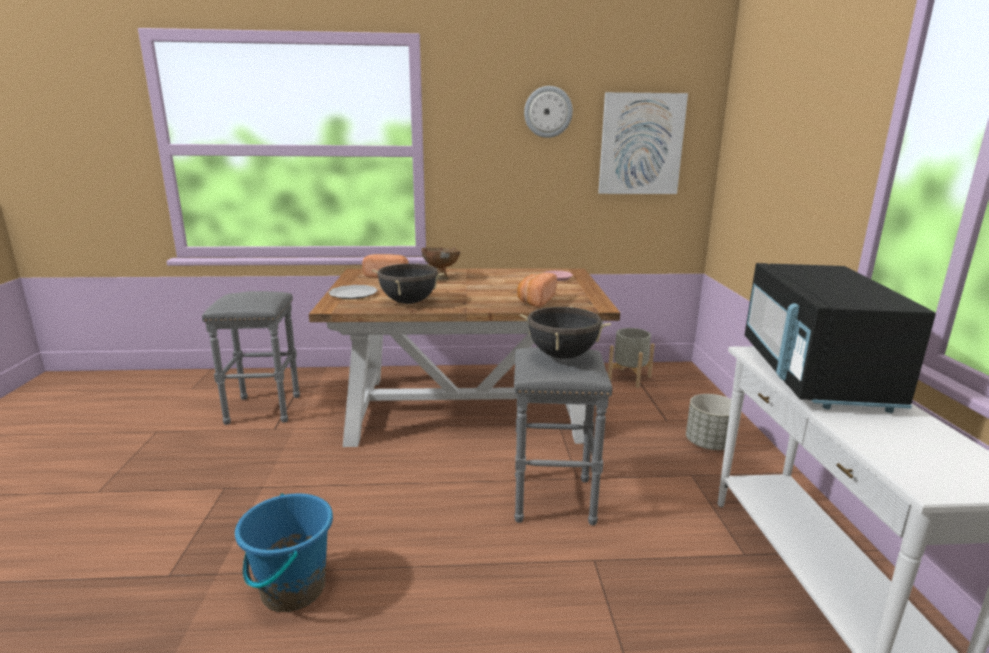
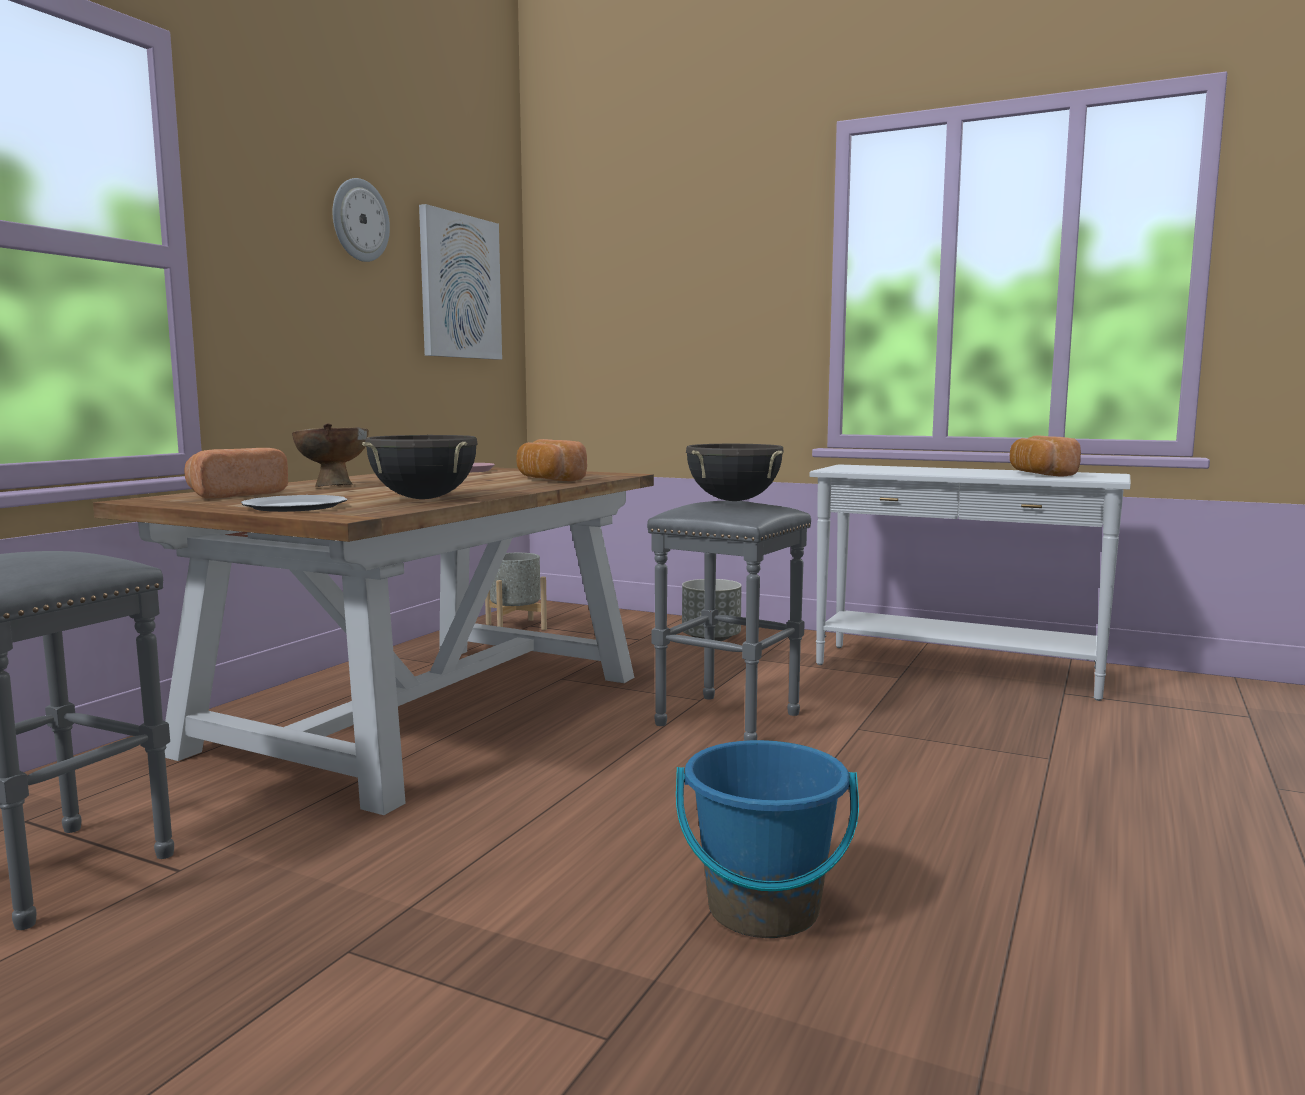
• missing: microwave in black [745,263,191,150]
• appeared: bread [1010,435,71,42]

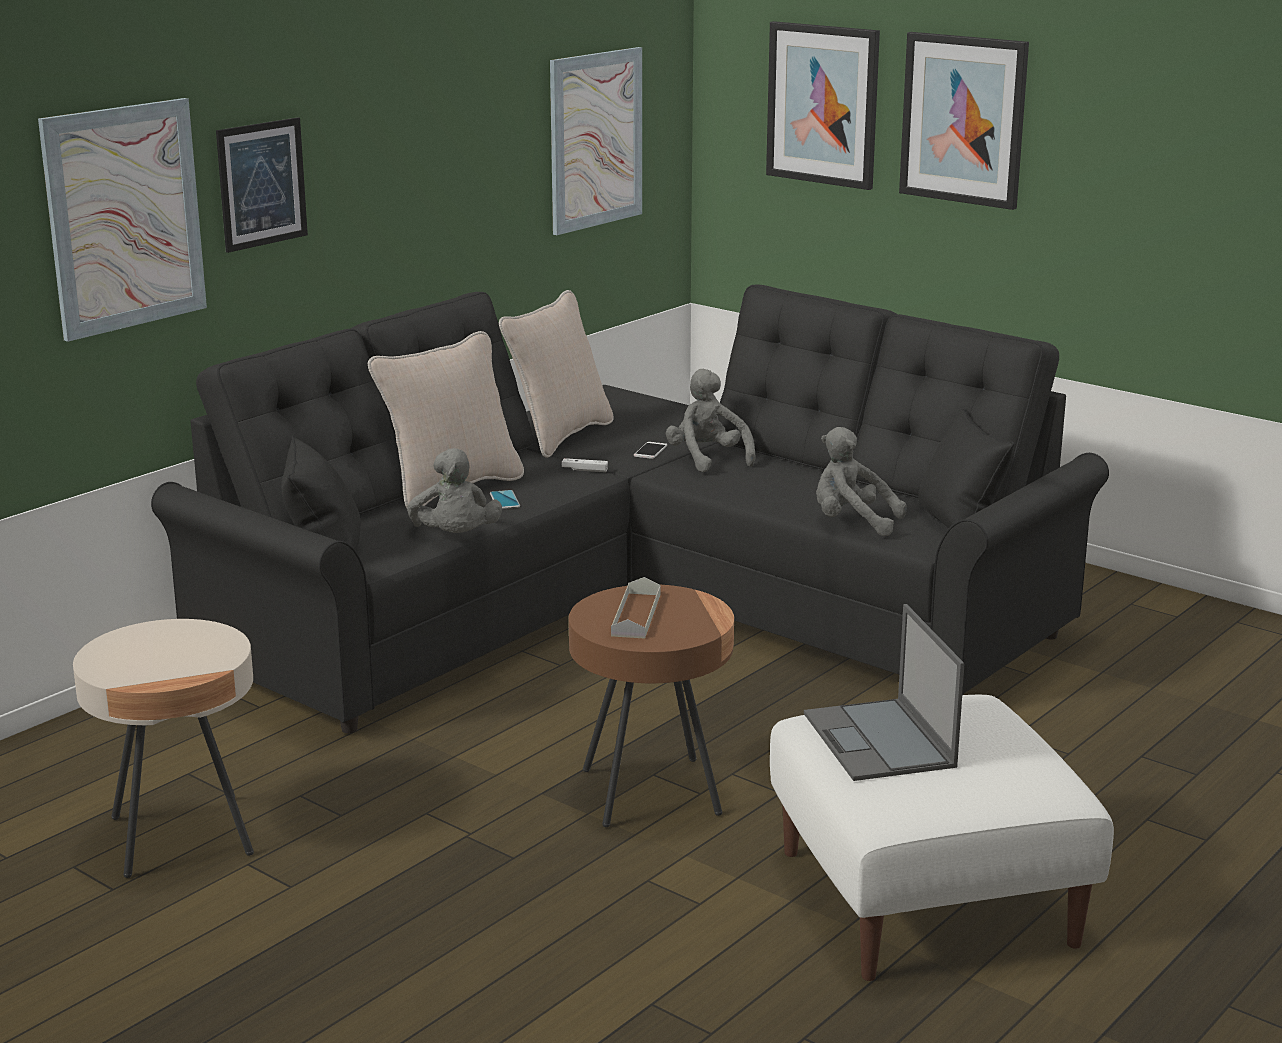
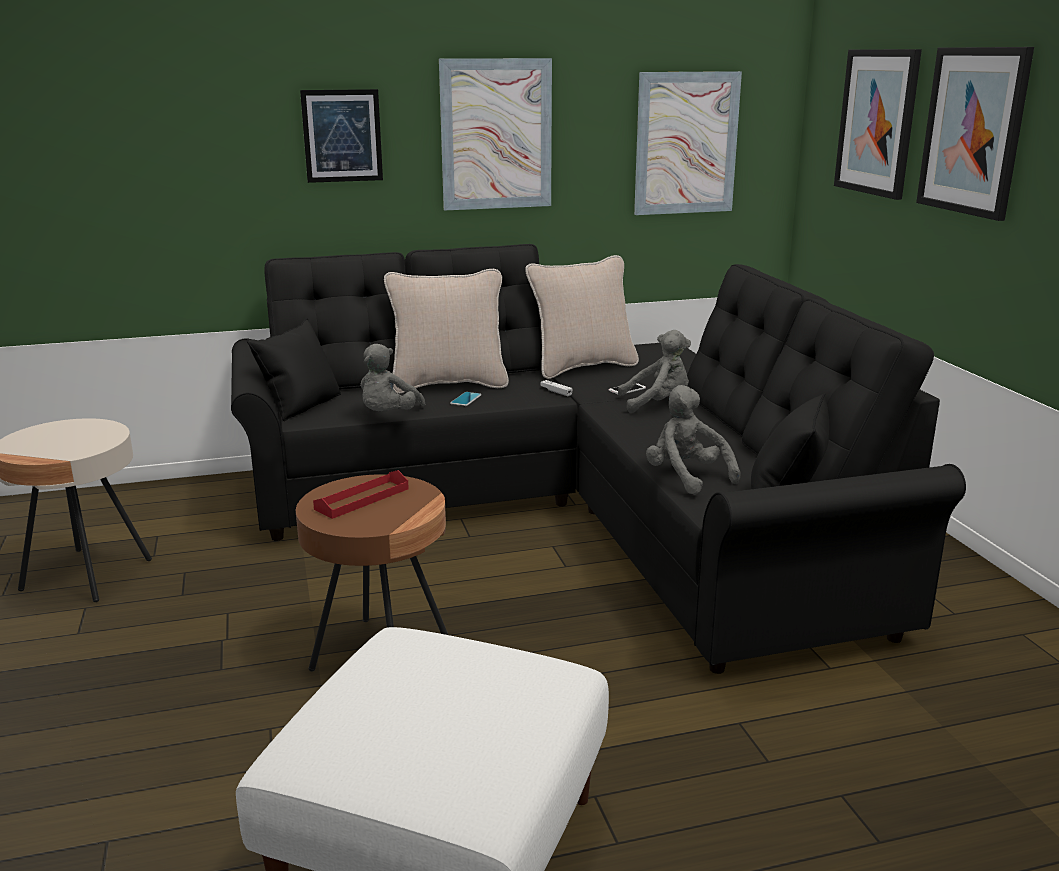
• relocated: picture [38,98,169,244] to [439,58,113,152]
• spun: plush toy in grey [666,369,90,103] = [618,330,73,83] 75 degrees clockwise
• colour: tray in grey [611,577,49,62] to tray in red [313,470,96,49]
• missing: laptop [804,604,161,177]

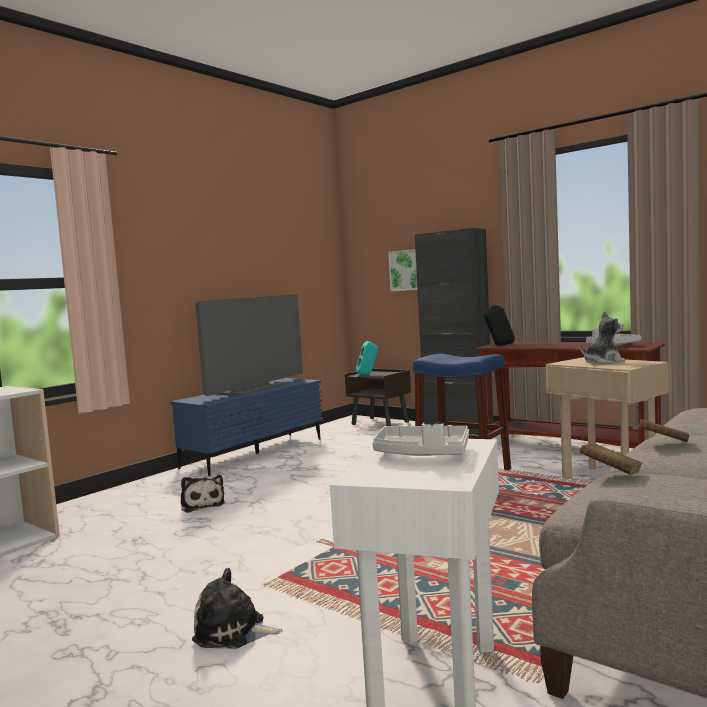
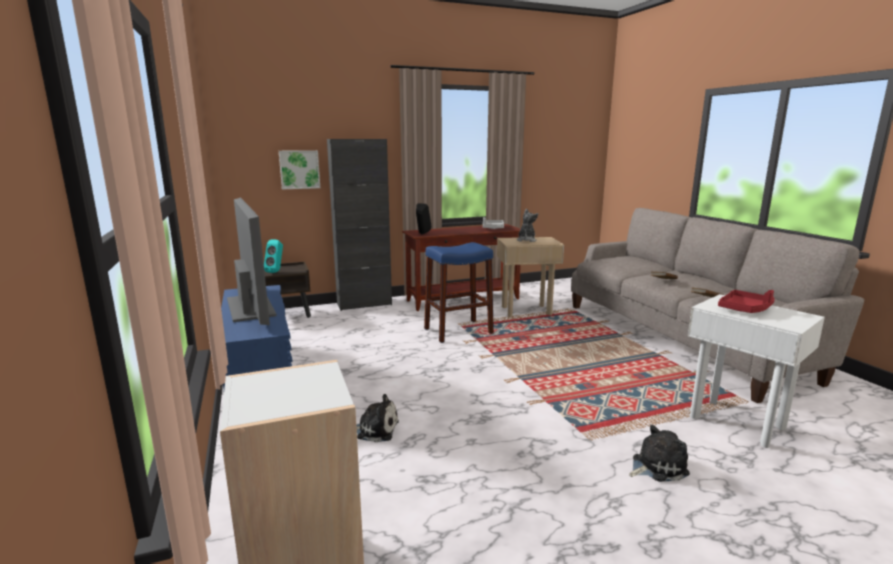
• colour: tray in grey [373,424,96,32] to tray in red [718,290,57,23]
• spun: plush toy [192,568,91,81] = [629,425,61,57] 150 degrees counterclockwise

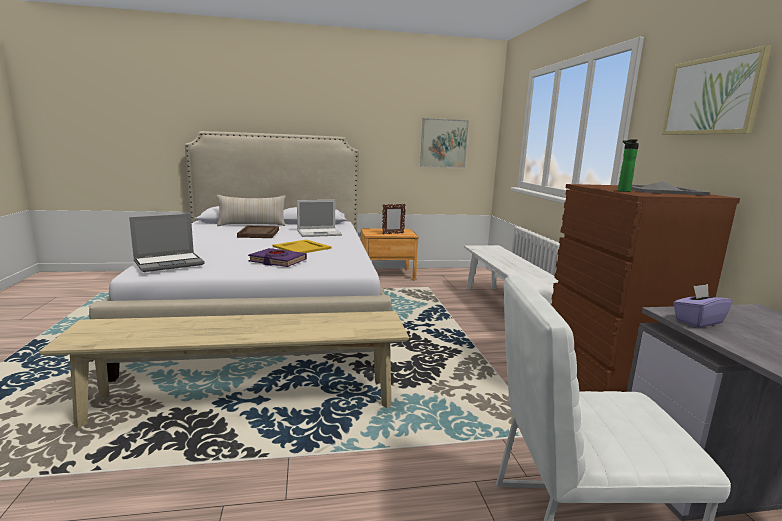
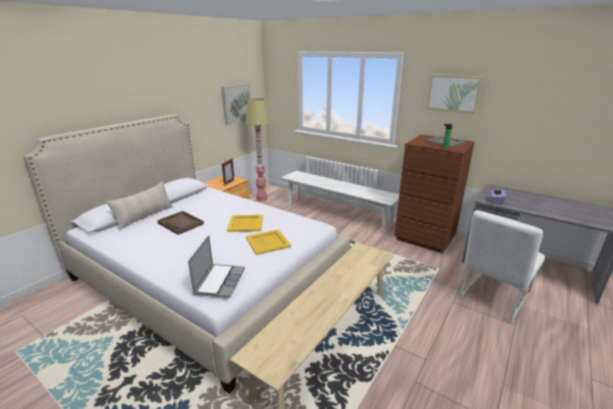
• missing: laptop [297,200,45,37]
• exchanged: book in purple [248,248,59,19] to tray in yellow [246,229,45,26]
• appeared: floor lamp [246,98,23,104]

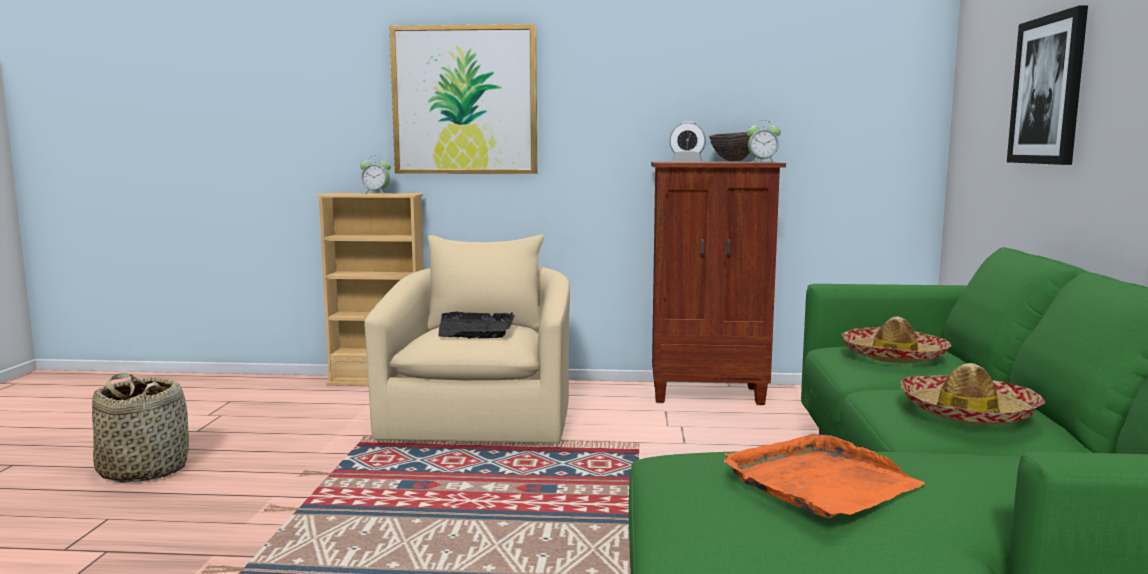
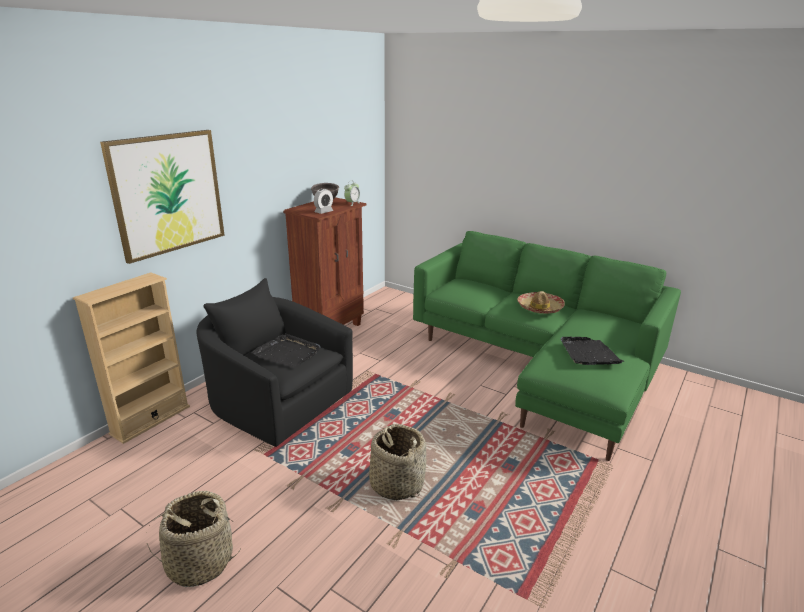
• missing: picture [1007,5,81,160]
• missing: alarm clock [360,155,31,39]
• colour: armchair in beige [364,235,206,208] to armchair in black [196,278,157,169]
• missing: hat [841,316,110,47]
• colour: tray in orange [724,434,201,85] to tray in black [560,337,64,28]
• appeared: basket [369,424,57,76]

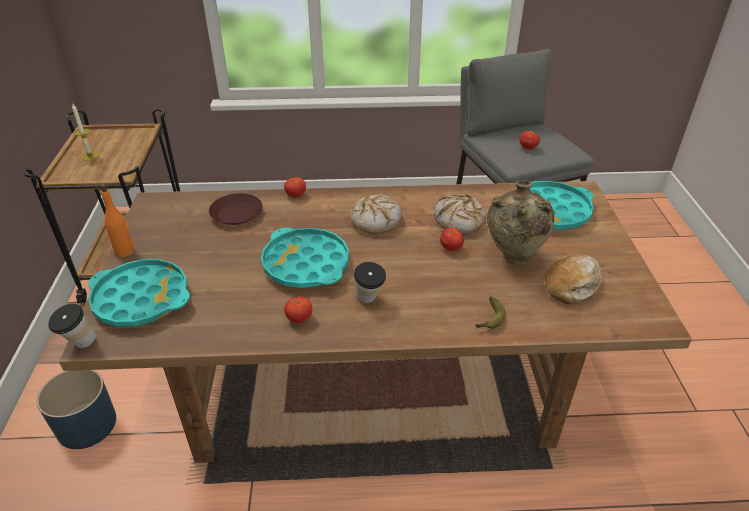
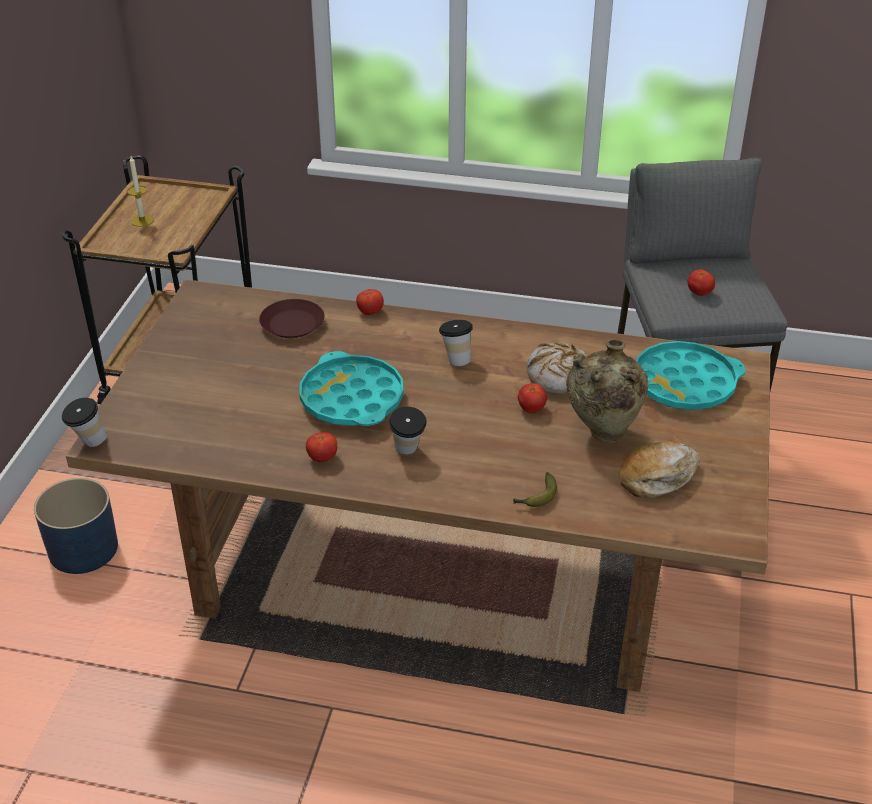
• missing: bottle in orange [100,183,34,74]
• exchanged: bread [350,194,52,40] to cup [439,320,34,46]
• missing: tray in turquoise [88,259,102,68]

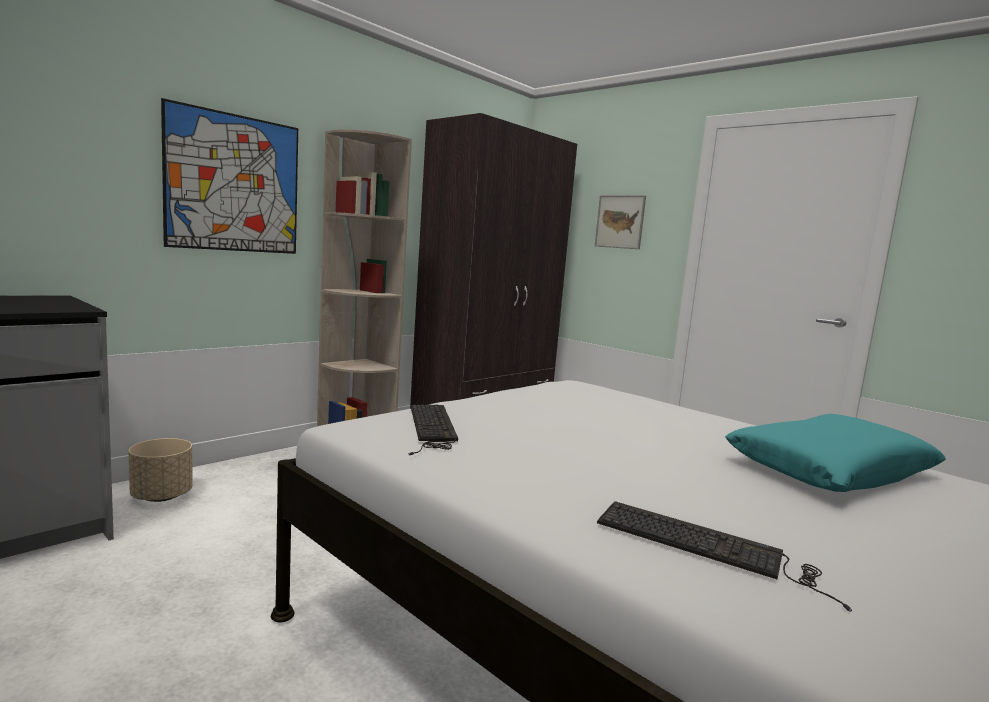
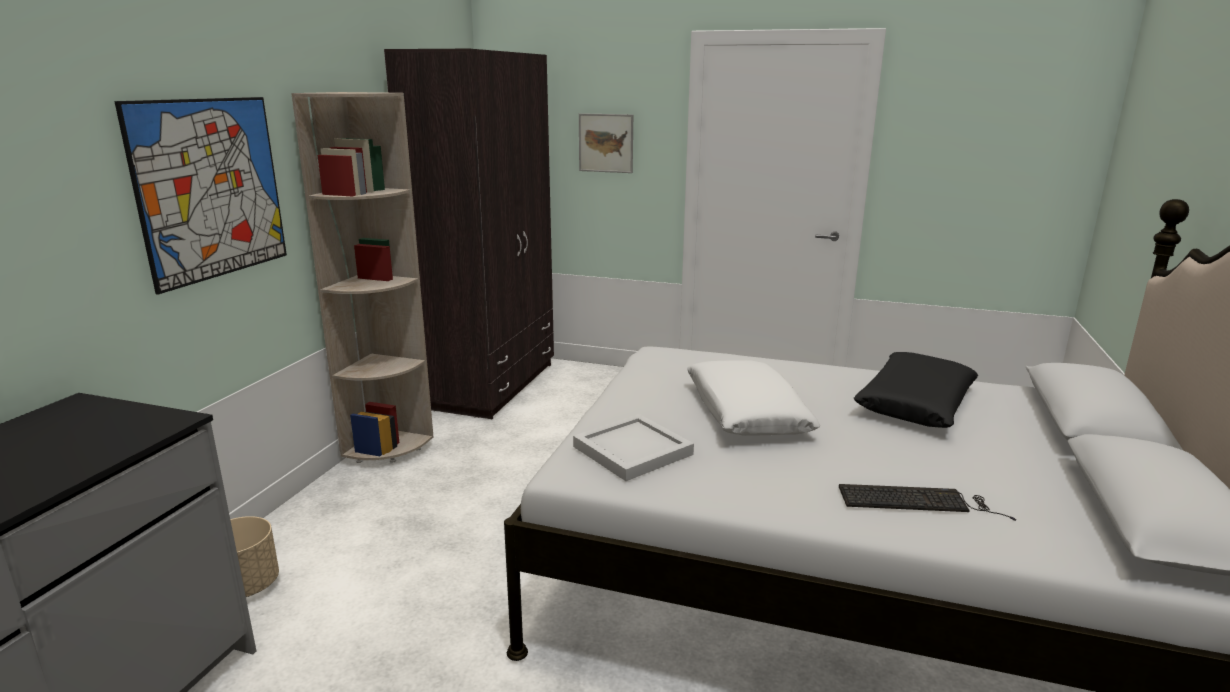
• exchanged: keyboard [409,405,49,50] to tray in white [573,414,121,67]
• colour: pillow in turquoise [725,414,221,78] to pillow in black [854,352,124,76]
• appeared: pillow in white [687,360,133,76]

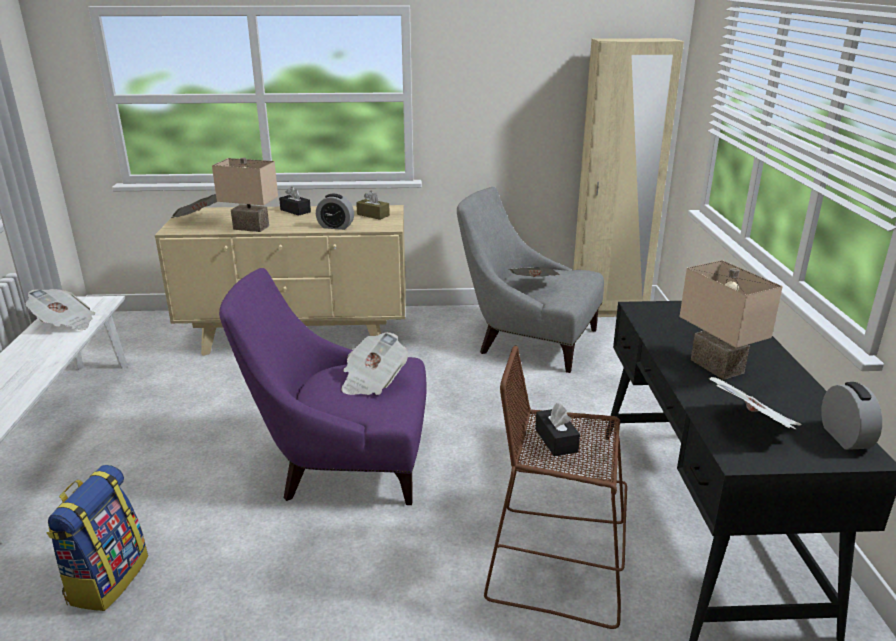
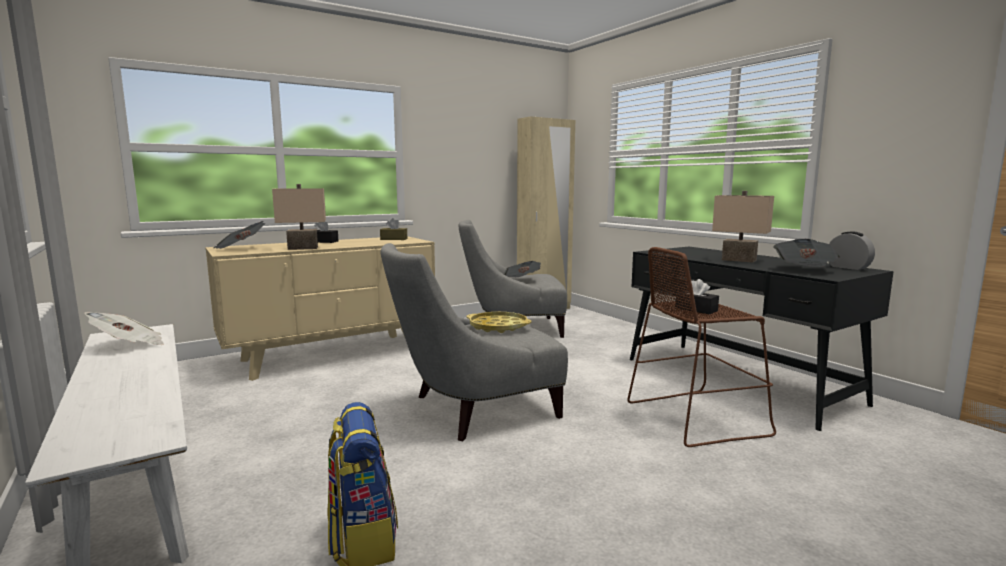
• missing: alarm clock [316,194,38,36]
• colour: armchair in purple [219,268,208,237] to armchair in grey [381,243,187,198]
• exchanged: newspaper [341,332,67,63] to tray in yellow [467,312,65,21]

